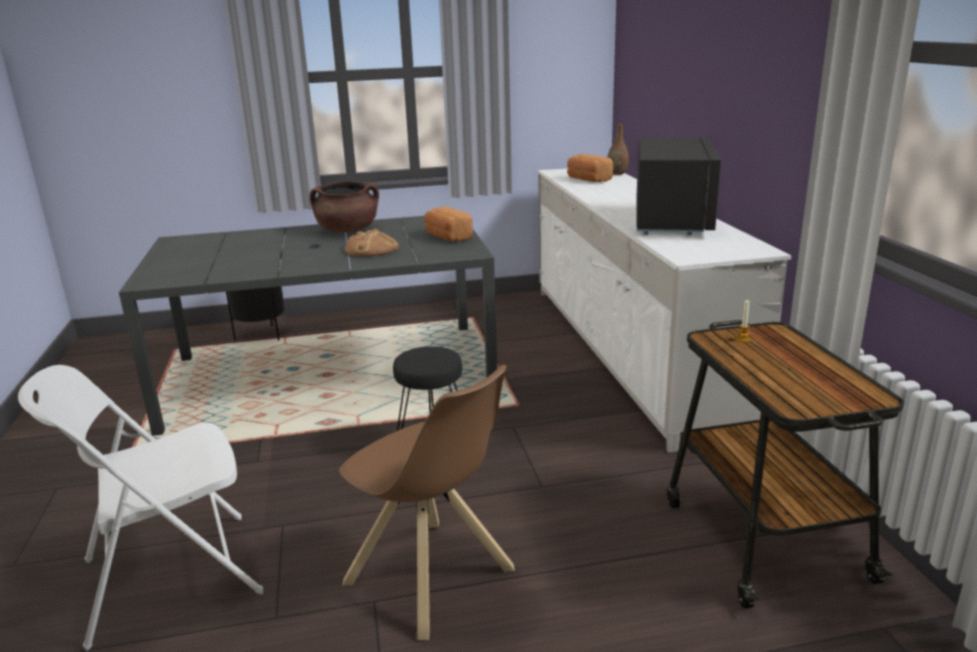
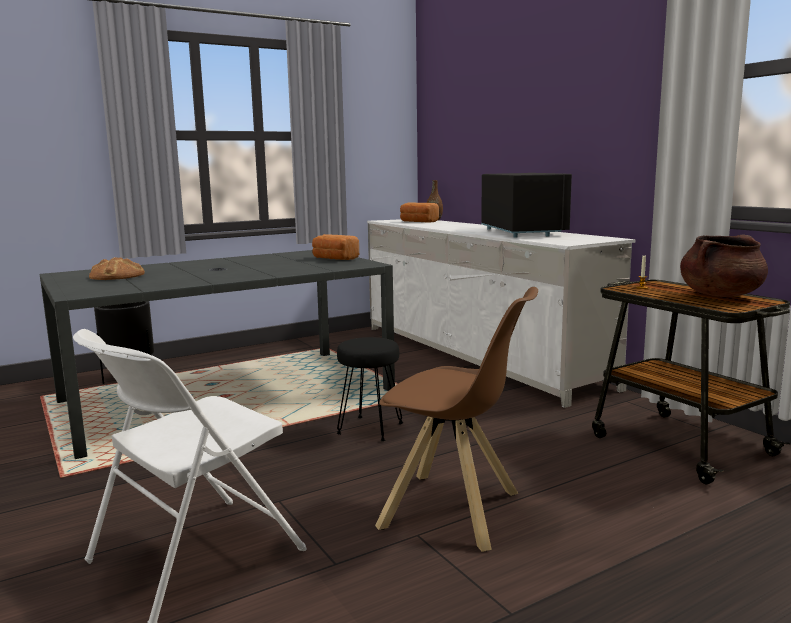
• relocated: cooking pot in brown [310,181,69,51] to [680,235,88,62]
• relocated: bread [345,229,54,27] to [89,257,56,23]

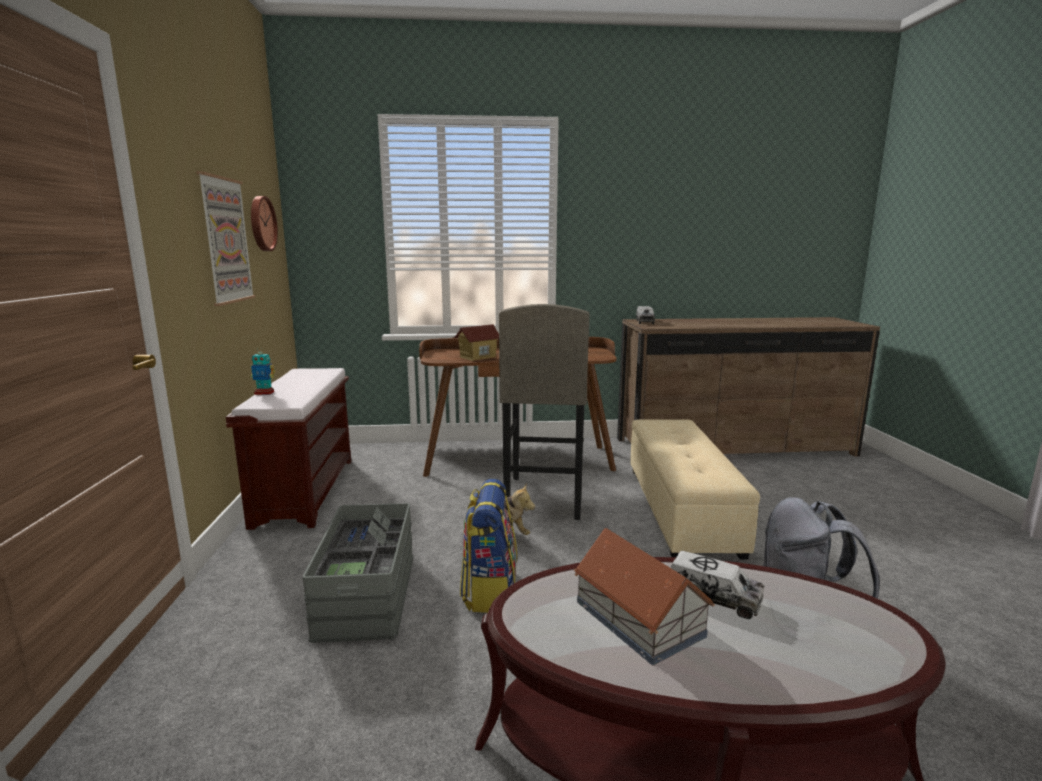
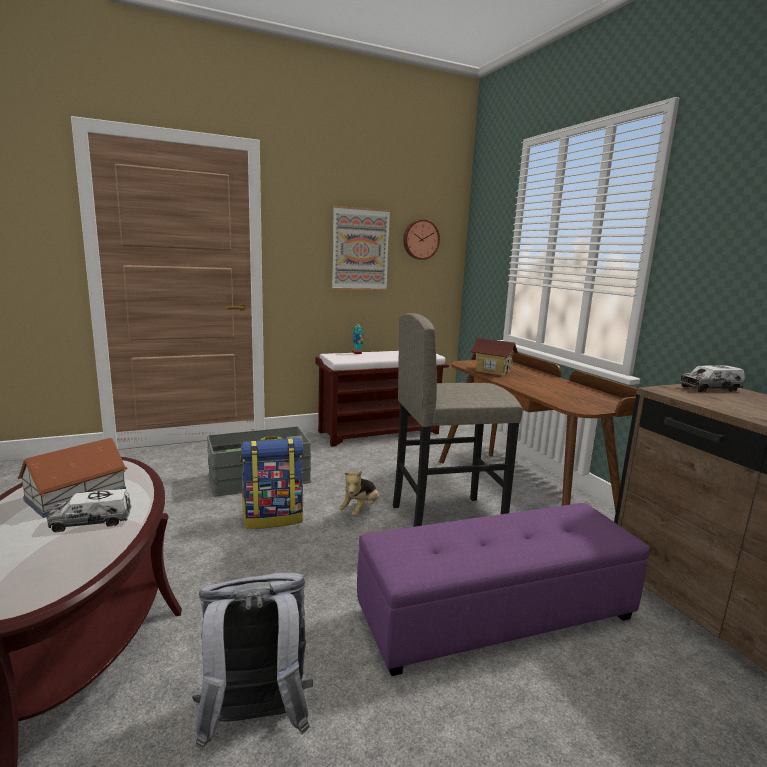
• colour: ottoman in beige [631,419,129,140] to ottoman in purple [357,503,293,173]
• spun: toy truck [671,551,93,68] = [47,489,85,43] 60 degrees clockwise

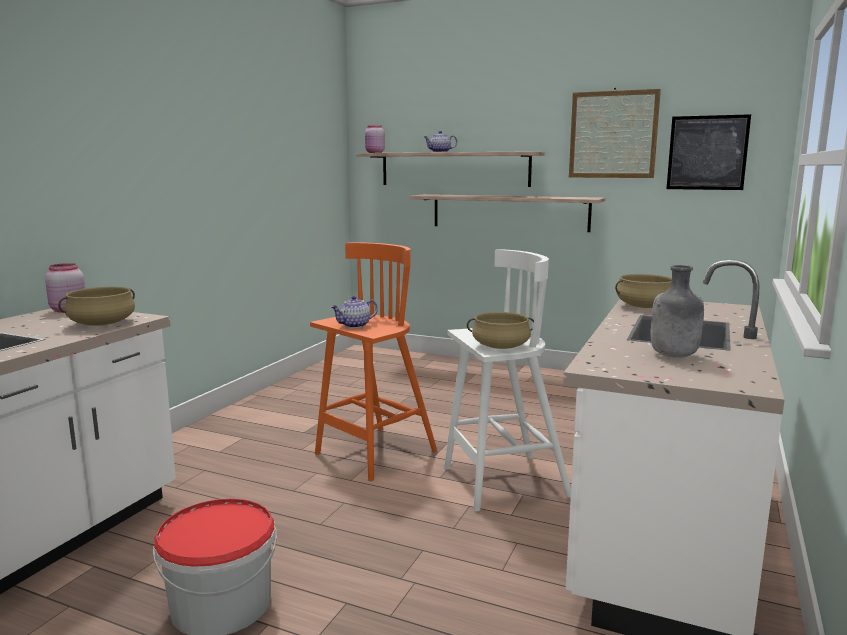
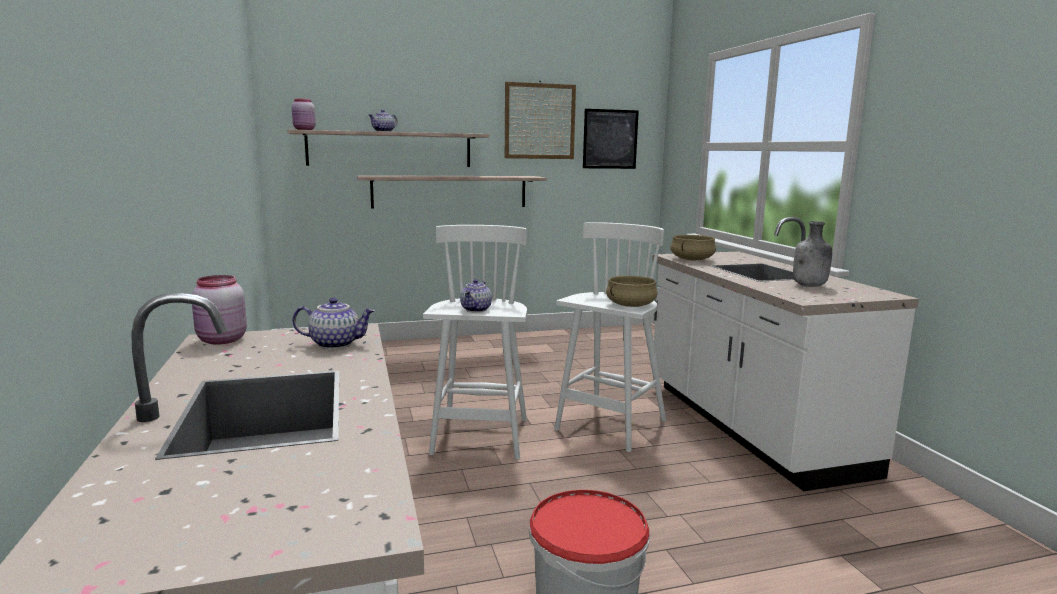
• colour: stool in orange [310,243,127,238] to stool in white [423,225,104,234]
• exchanged: cooking pot in beige [58,287,77,39] to teapot [292,297,83,52]

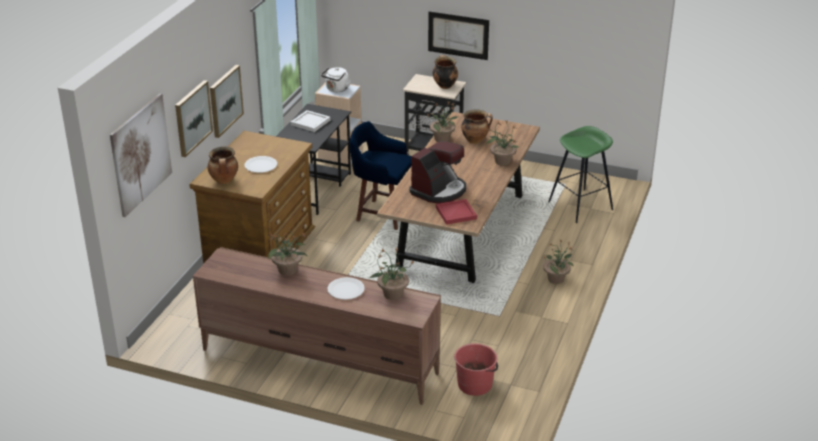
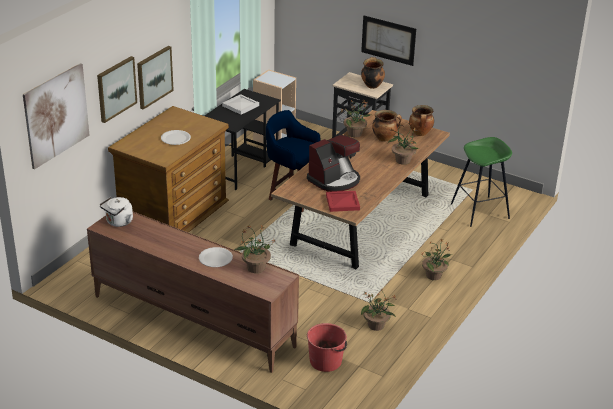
• relocated: kettle in white [321,67,30,25] to [100,197,33,30]
• relocated: cooking pot [208,147,30,37] to [409,105,25,31]
• relocated: potted plant [268,228,39,48] to [361,289,35,42]

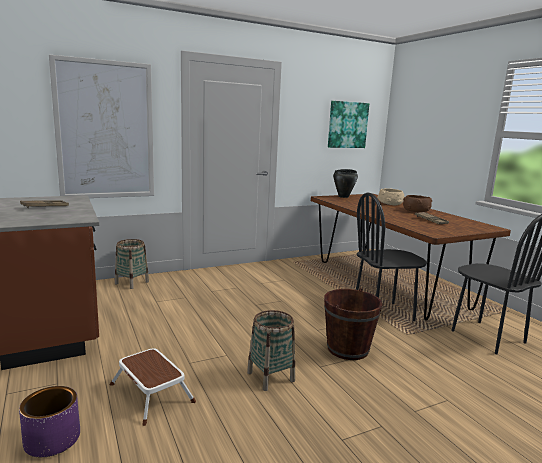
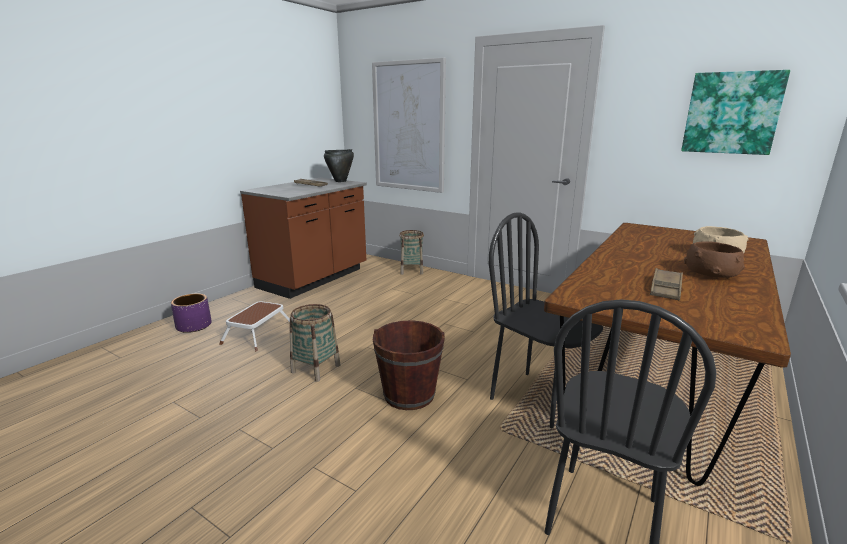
• relocated: cooking pot in black [333,169,25,29] to [324,149,30,33]

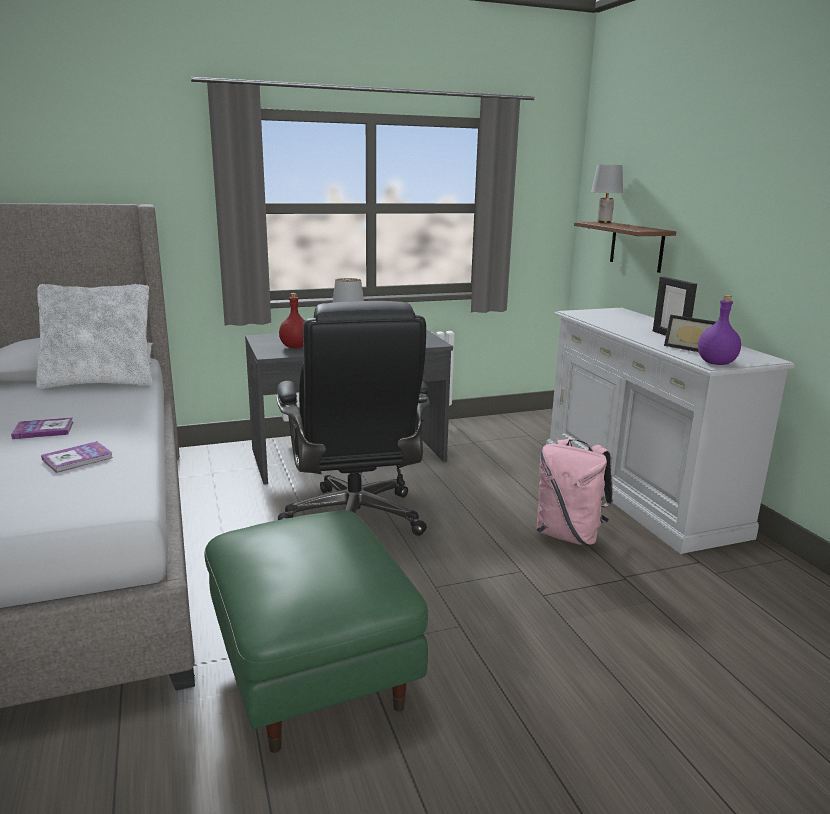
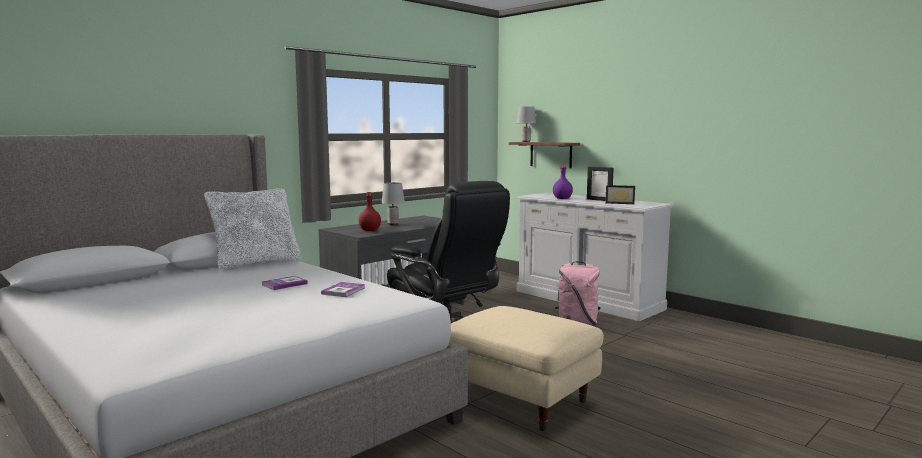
• relocated: bottle in purple [698,295,43,70] to [553,165,20,34]
• colour: ottoman in green [205,510,223,243] to ottoman in beige [449,306,155,126]

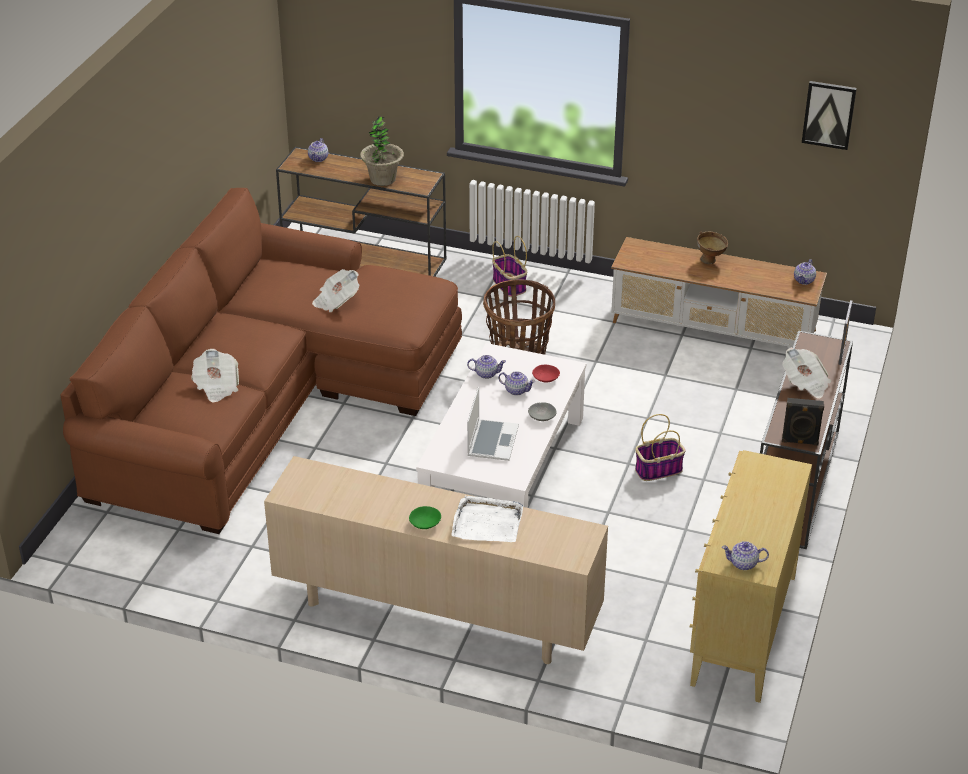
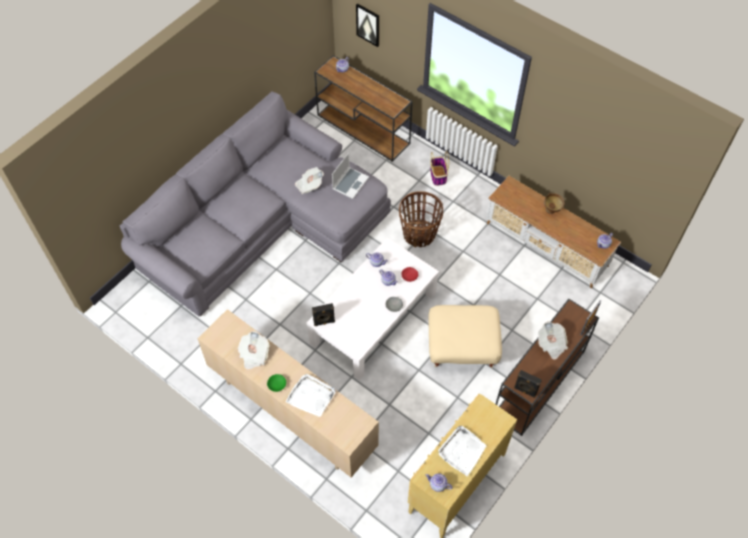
• relocated: picture [802,81,55,69] to [356,3,23,44]
• missing: potted plant [360,116,44,70]
• colour: sofa in brown [60,188,402,346] to sofa in grey [120,91,271,225]
• relocated: newspaper [191,349,48,54] to [238,331,32,39]
• relocated: laptop [467,387,52,74] to [332,153,37,46]
• exchanged: basket [635,414,50,67] to ottoman in beige [428,305,74,63]
• appeared: speaker in black [312,303,23,23]
• appeared: tray in white [438,426,49,50]

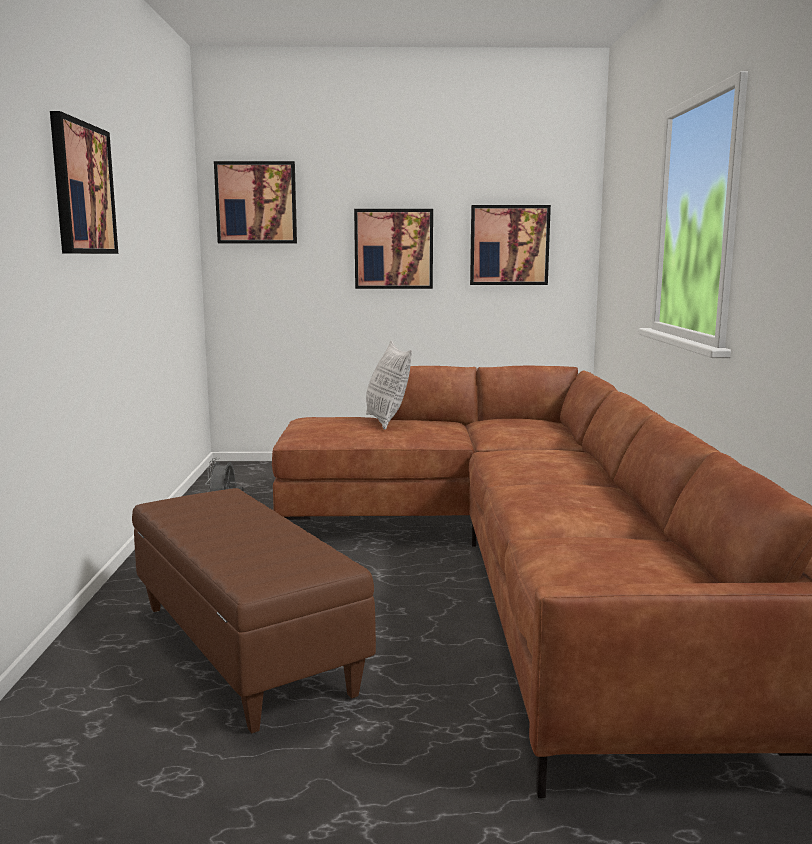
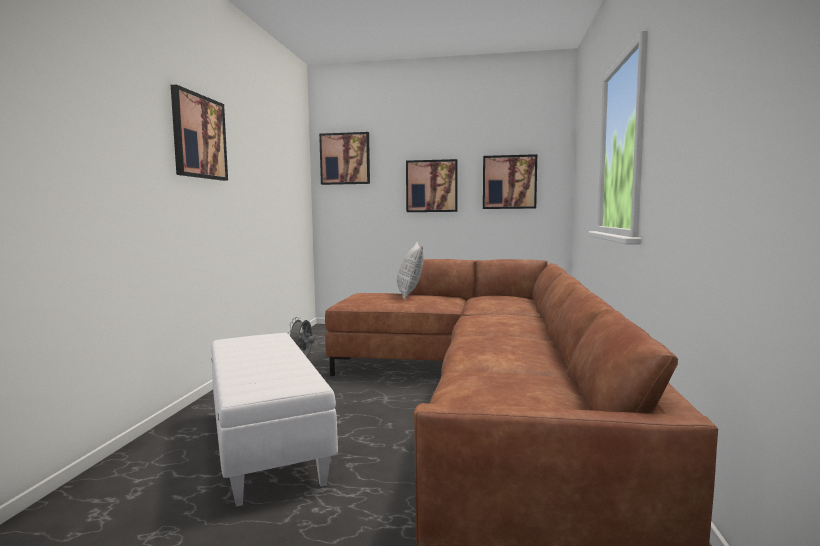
• colour: ottoman in brown [132,488,244,245] to ottoman in white [211,333,127,174]

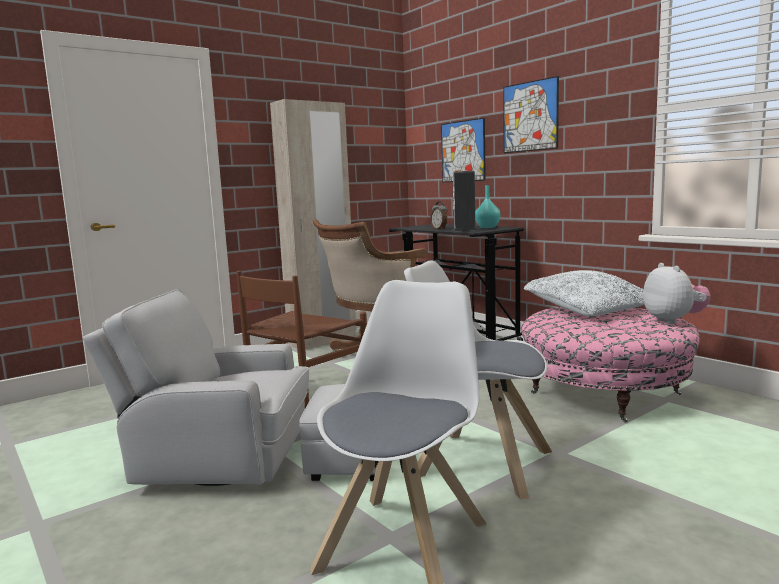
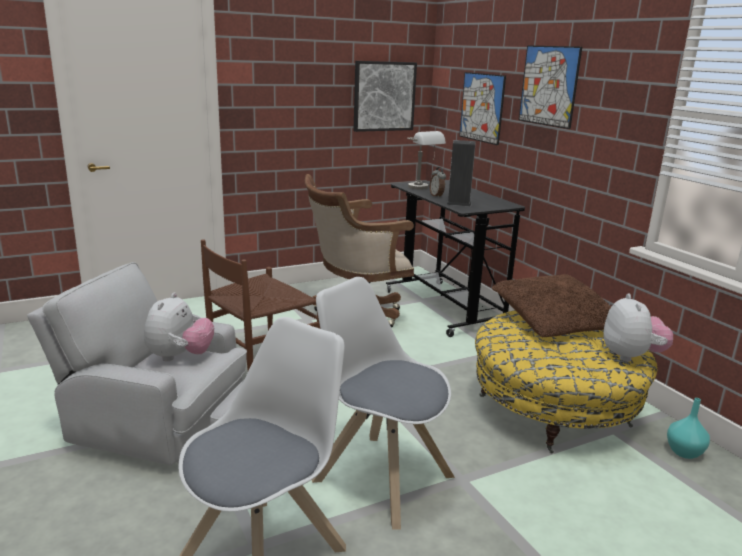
• missing: wardrobe in beige [270,99,86,250]
• relocated: vase in turquoise [475,185,26,43] to [667,398,43,61]
• colour: pillow in white [524,270,120,46] to pillow in brown [492,274,119,63]
• colour: ottoman in pink [521,307,179,115] to ottoman in yellow [475,310,182,144]
• appeared: picture [354,61,63,71]
• appeared: table lamp in grey [407,131,39,58]
• appeared: plush toy [144,292,70,69]

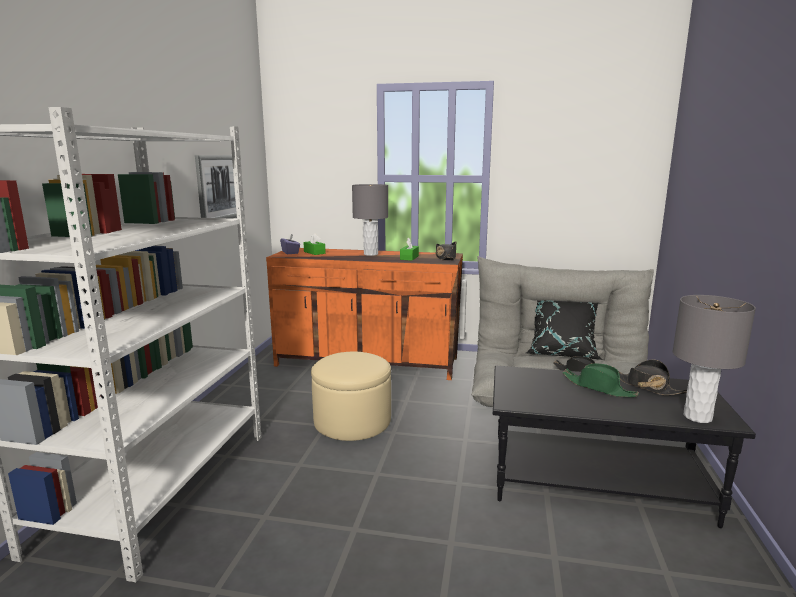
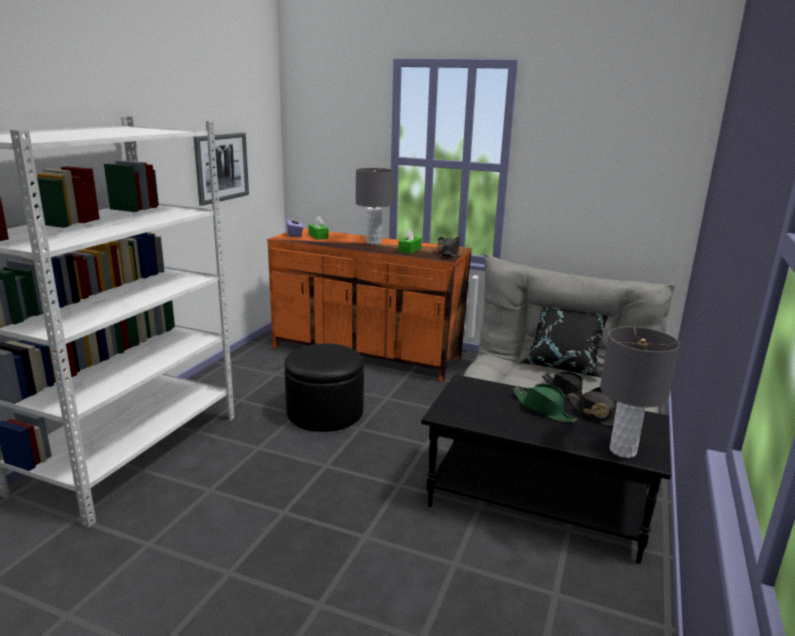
• colour: ottoman in beige [311,352,80,89] to ottoman in black [284,344,80,88]

